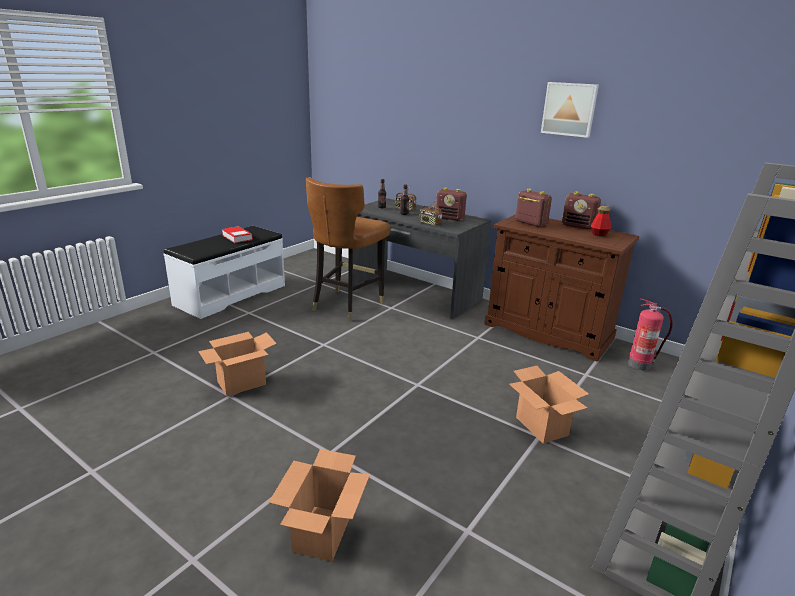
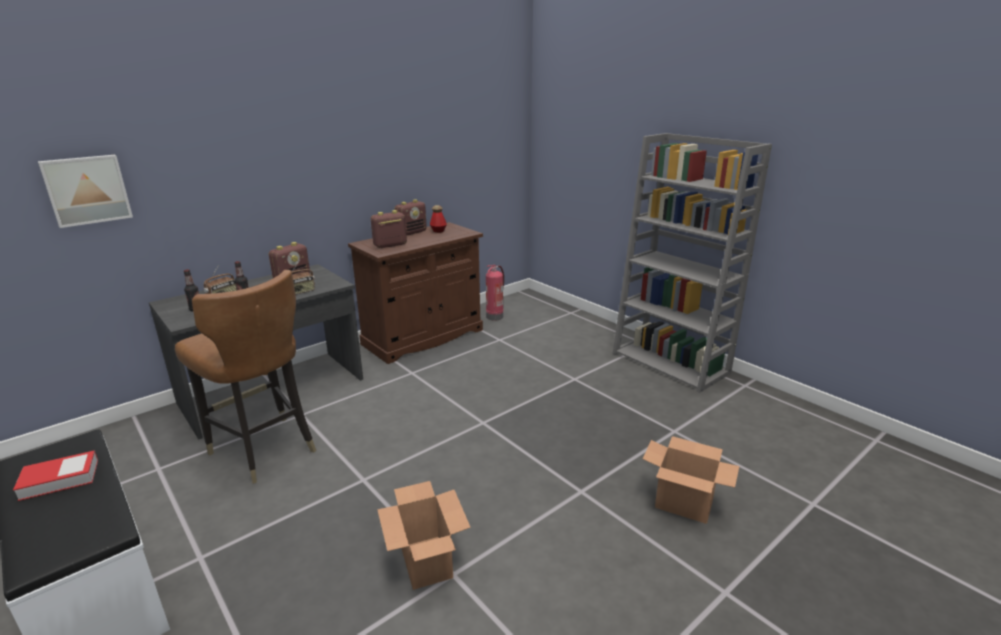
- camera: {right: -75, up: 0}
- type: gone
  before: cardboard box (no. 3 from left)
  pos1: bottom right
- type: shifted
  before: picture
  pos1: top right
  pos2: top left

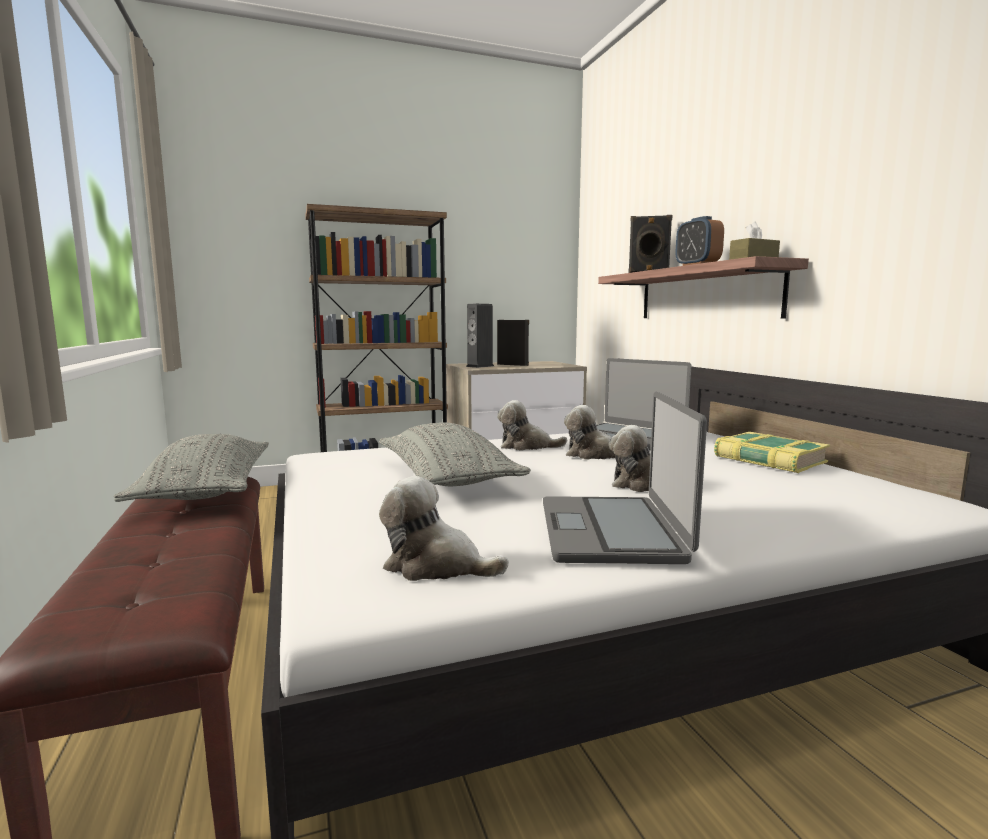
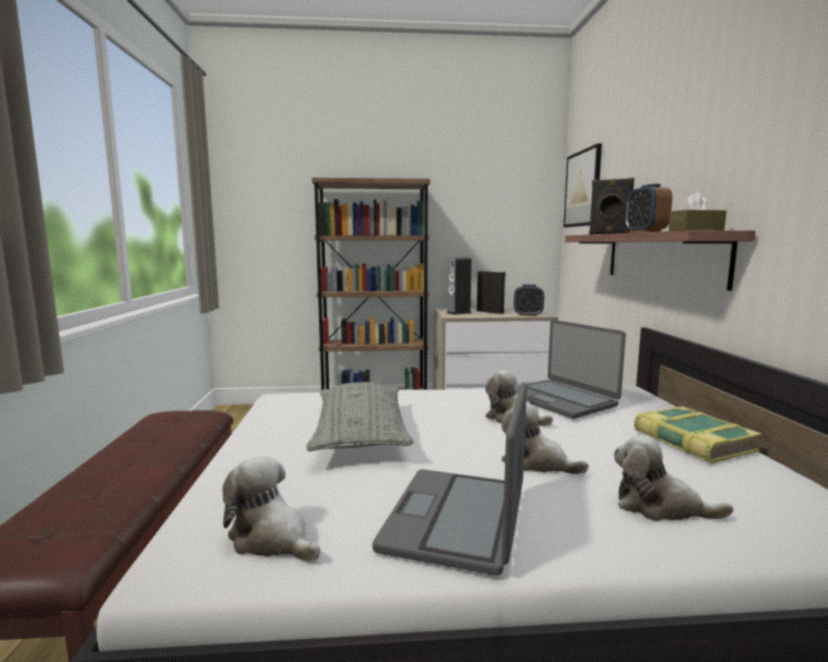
- camera: {right: 15, up: 0}
- type: gone
  before: grey pillow (no. 1 from left)
  pos1: middle left
- type: shifted
  before: plush toy (no. 2 from left in the first image)
  after: plush toy (no. 4 from left)
  pos1: centre
  pos2: bottom right
- type: new
  after: alarm clock (no. 1 from left)
  pos2: centre
- type: new
  after: picture
  pos2: top right

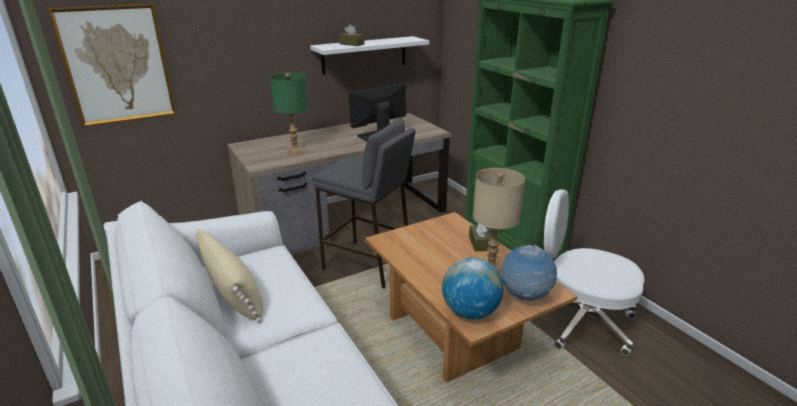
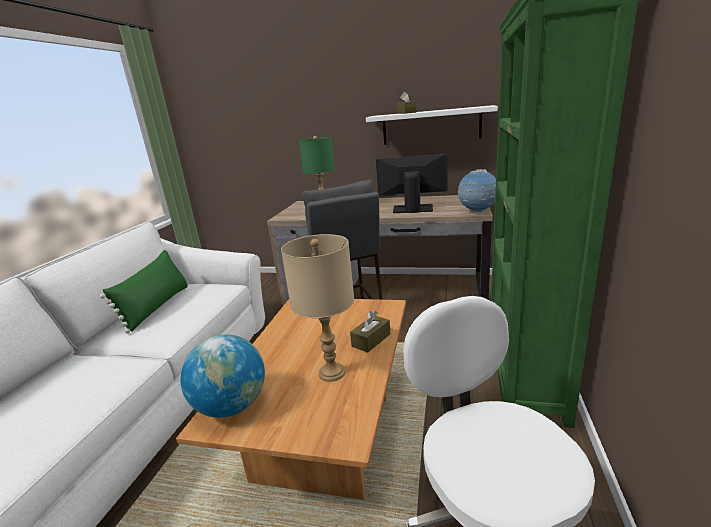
- camera: {right: 45, up: -5}
- type: gone
  before: picture
  pos1: top left
- type: repainted
  before: beige pillow
  after: green pillow
  pos1: bottom left
  pos2: middle left
- type: shifted
  before: globe (no. 2 from left)
  pos1: bottom centre
  pos2: middle right

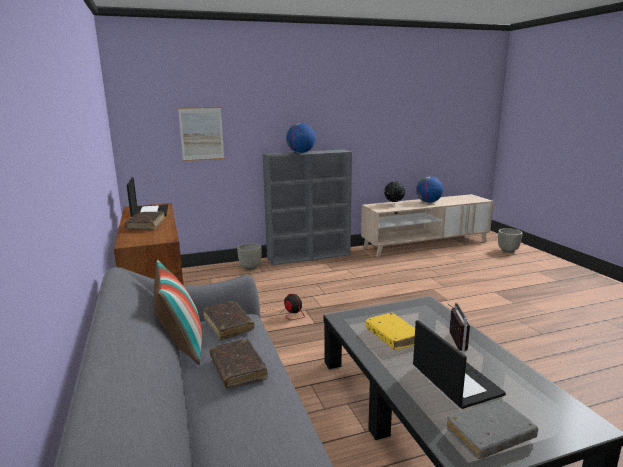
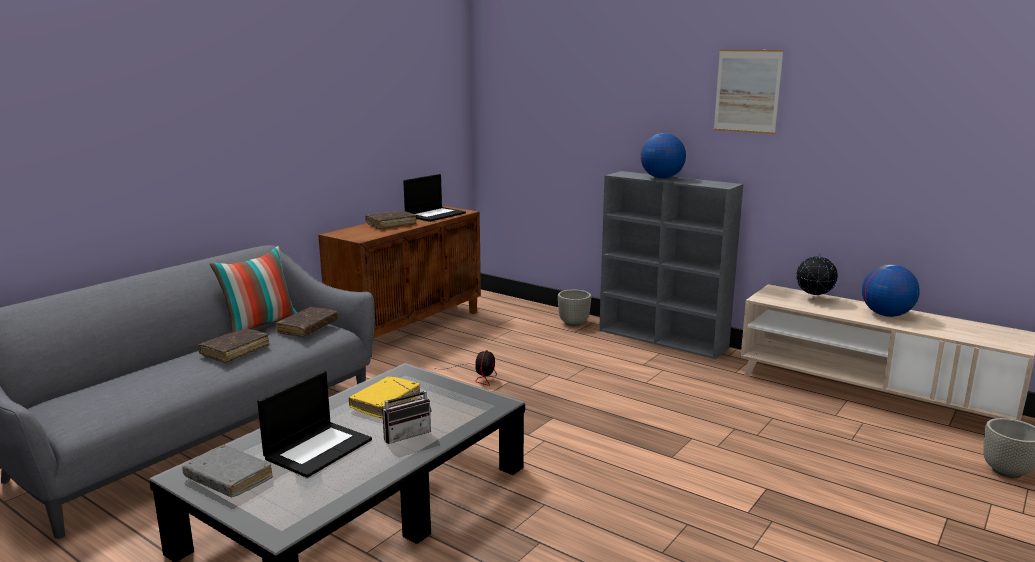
- camera: {right: 55, up: 0}
- type: shifted
  before: picture
  pos1: top left
  pos2: top right

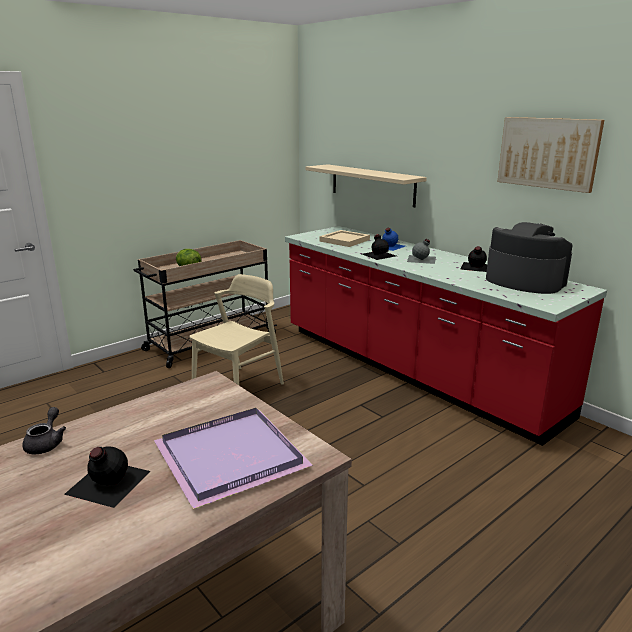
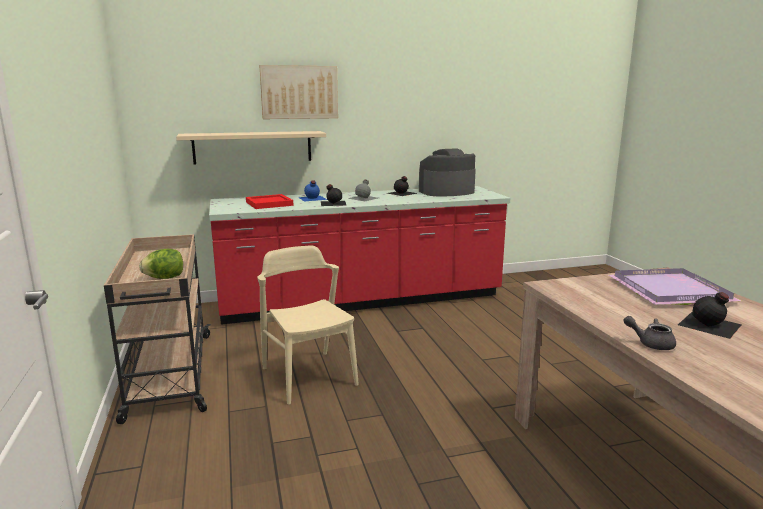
- camera: {right: -65, up: -5}
- type: repainted
  before: beige tray
  after: red tray
  pos1: centre
  pos2: centre
- type: shifted
  before: picture
  pos1: top right
  pos2: top centre

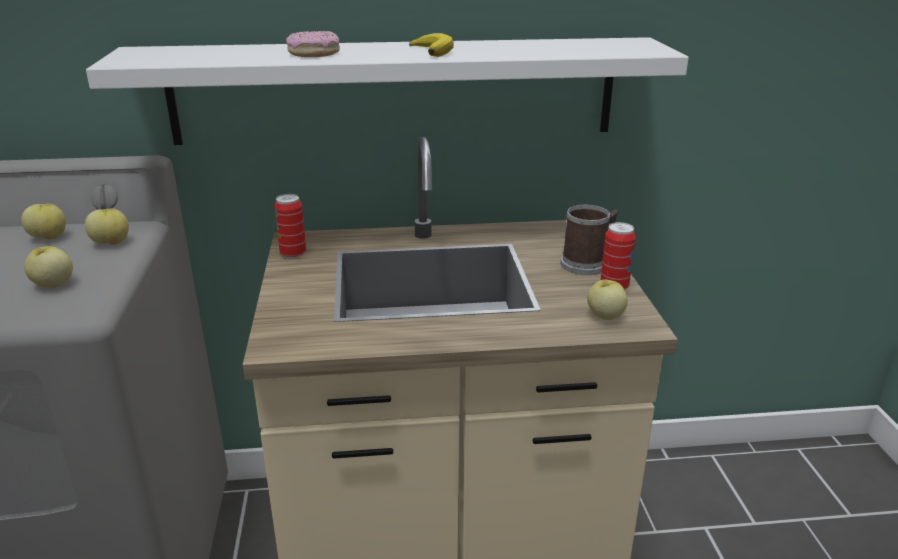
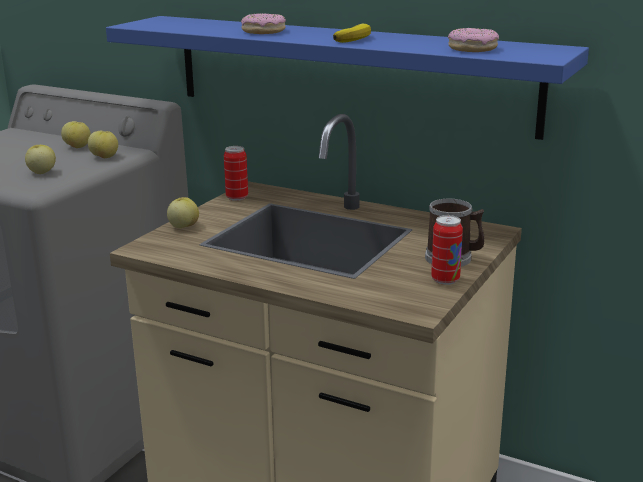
- camera: {right: 35, up: -5}
- type: repainted
  before: white shelf
  after: blue shelf
  pos1: top centre
  pos2: top centre
- type: shifted
  before: apple (no. 4 from left)
  pos1: middle right
  pos2: middle left
- type: new
  after: donut (no. 2 from left)
  pos2: top right

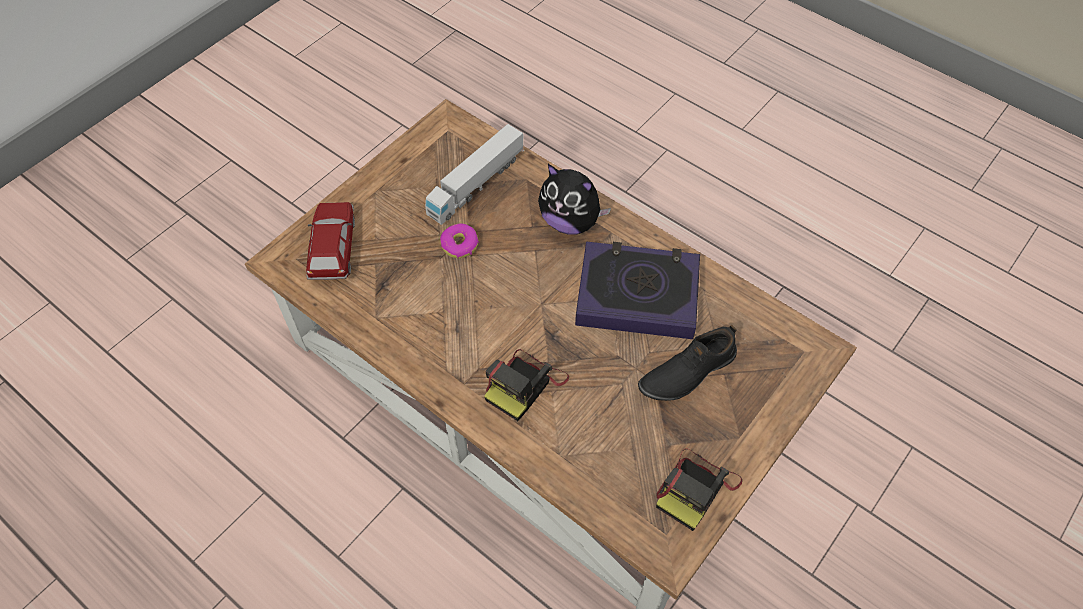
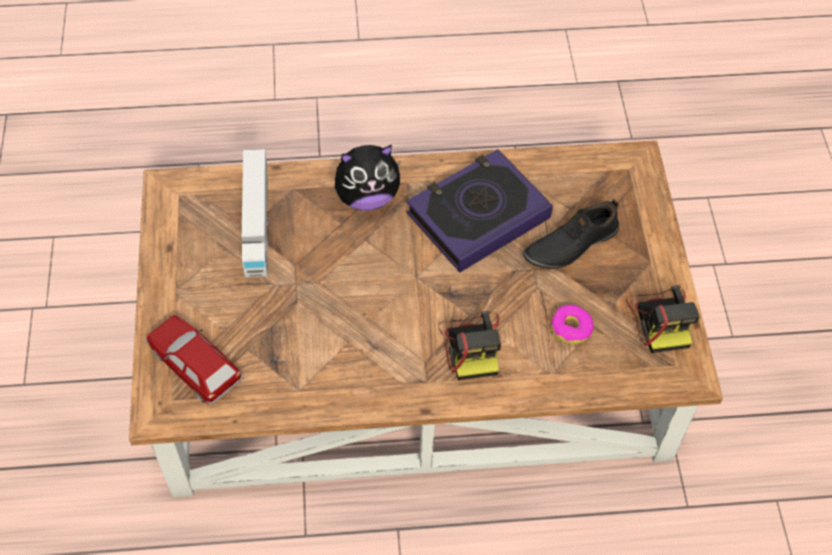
- camera: {right: -45, up: 0}
- type: shifted
  before: donut
  pos1: centre
  pos2: middle right
- type: rotated
  before: black shoe
  pos1: centre
  pos2: middle right
  turn: 45

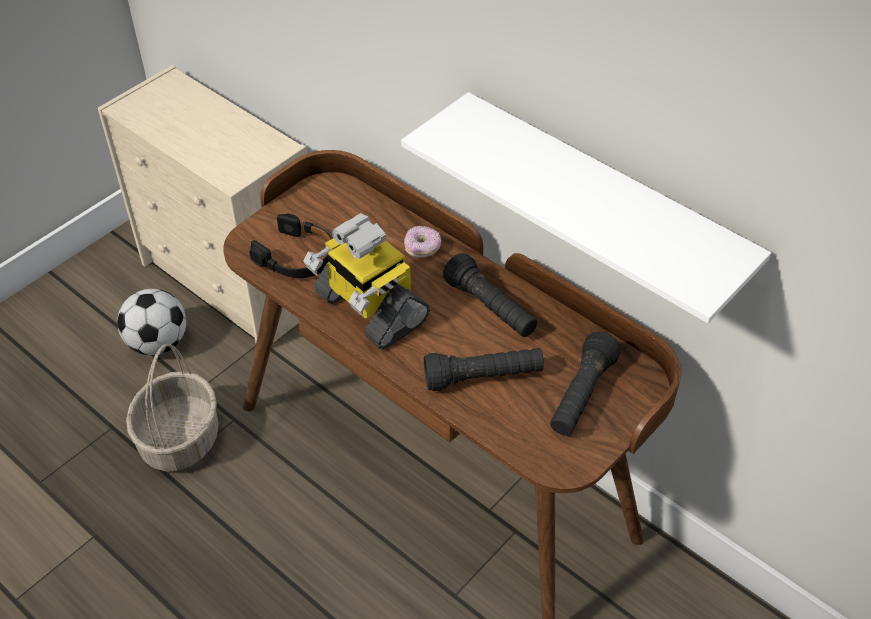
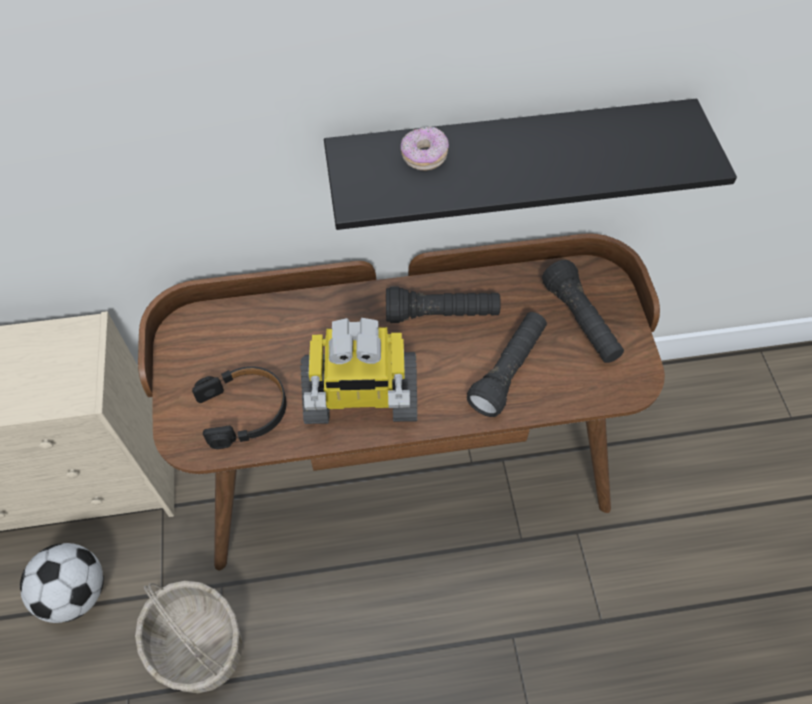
- camera: {right: -50, up: 10}
- type: repainted
  before: white shelf
  after: black shelf
  pos1: middle right
  pos2: top centre
- type: shifted
  before: donut
  pos1: centre
  pos2: top centre

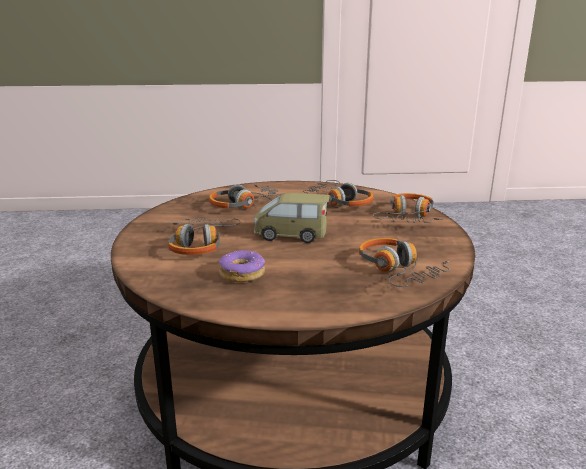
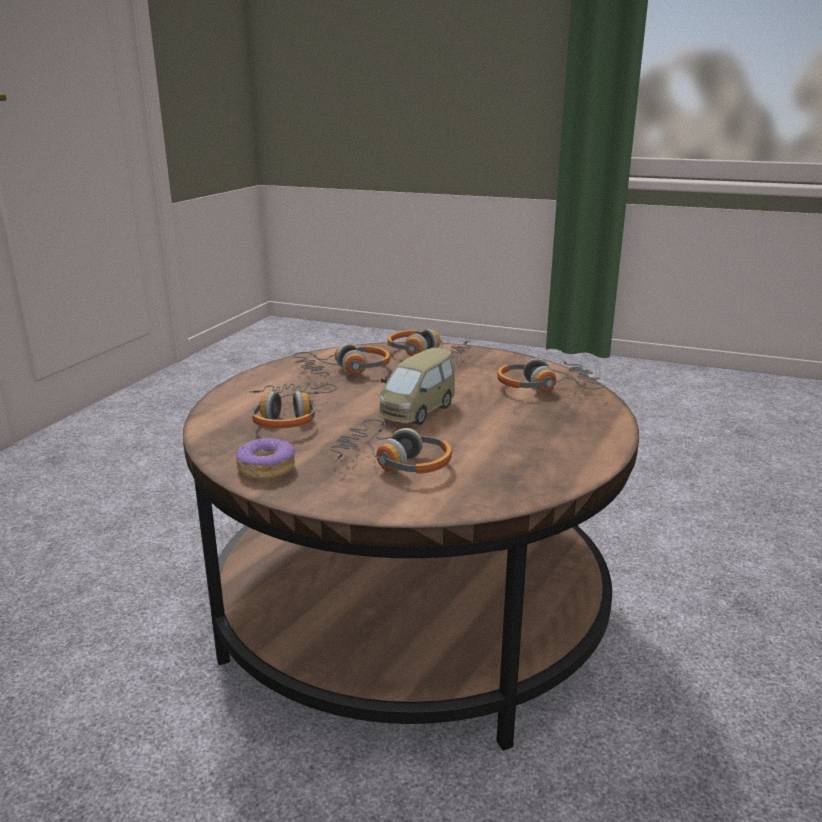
- camera: {right: -65, up: 0}
- type: shifted
  before: donut
  pos1: centre
  pos2: middle left

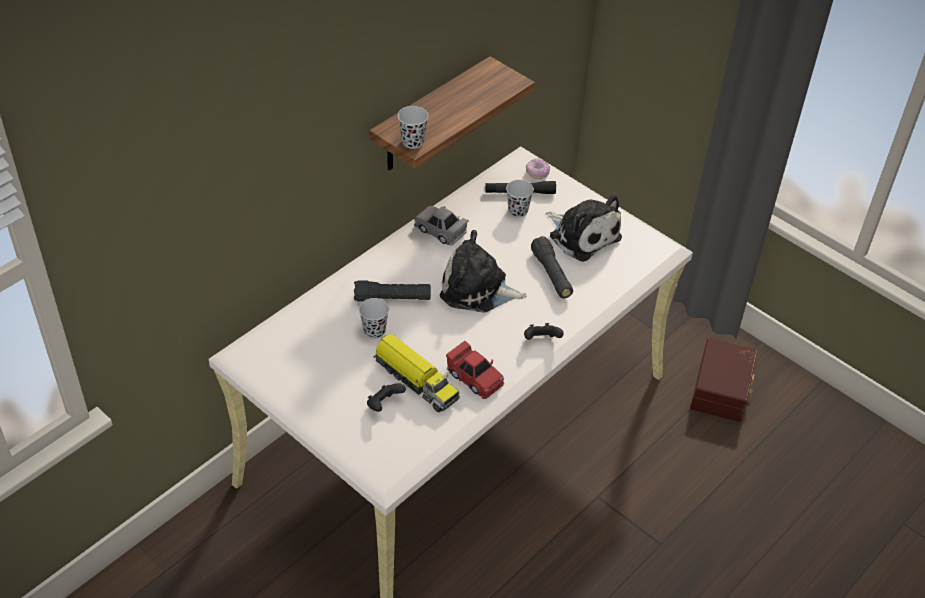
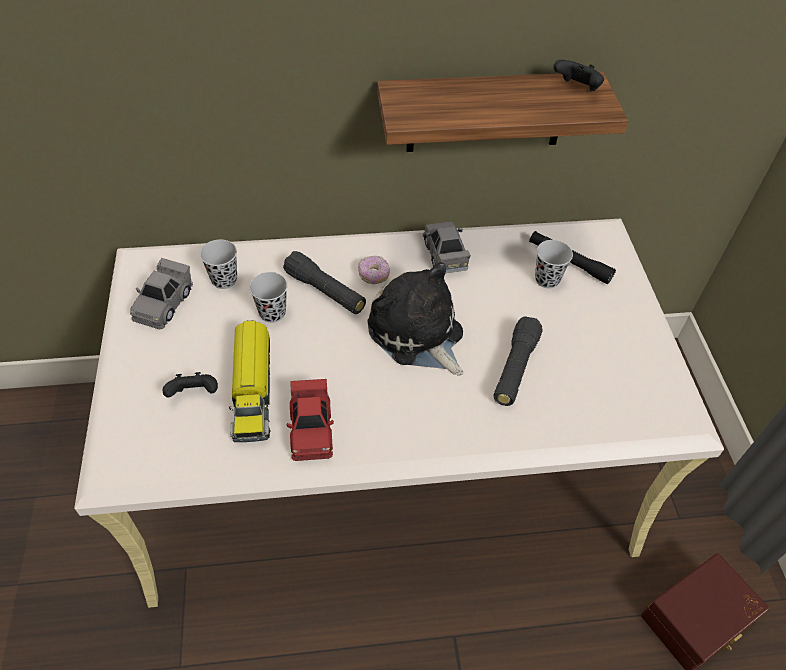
- camera: {right: 40, up: 5}
- type: shifted
  before: black cup (no. 2 from left in the first image)
  after: black cup (no. 1 from left)
  pos1: top centre
  pos2: middle left
- type: shifted
  before: black game controller (no. 2 from left)
  pos1: centre
  pos2: top right
- type: shifted
  before: donut
  pos1: top centre
  pos2: centre
- type: gone
  before: plush toy (no. 2 from left)
  pos1: centre
- type: new
  after: grey toy car (no. 1 from left)
  pos2: middle left

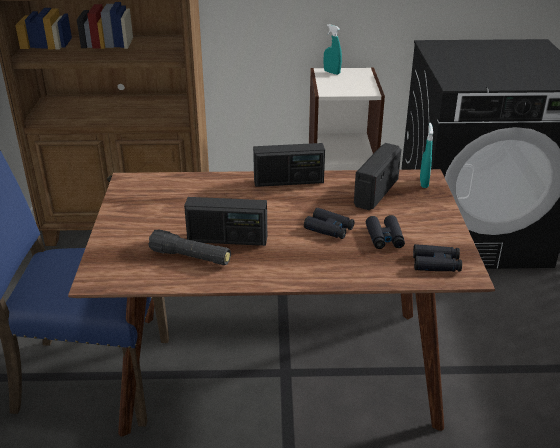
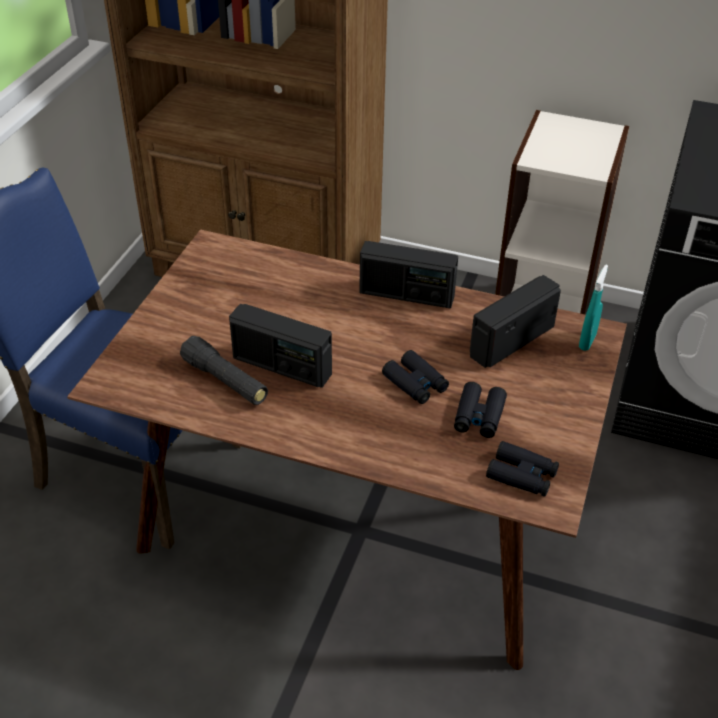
- camera: {right: 20, up: 10}
- type: gone
  before: turquoise spray bottle (no. 1 from left)
  pos1: top centre

